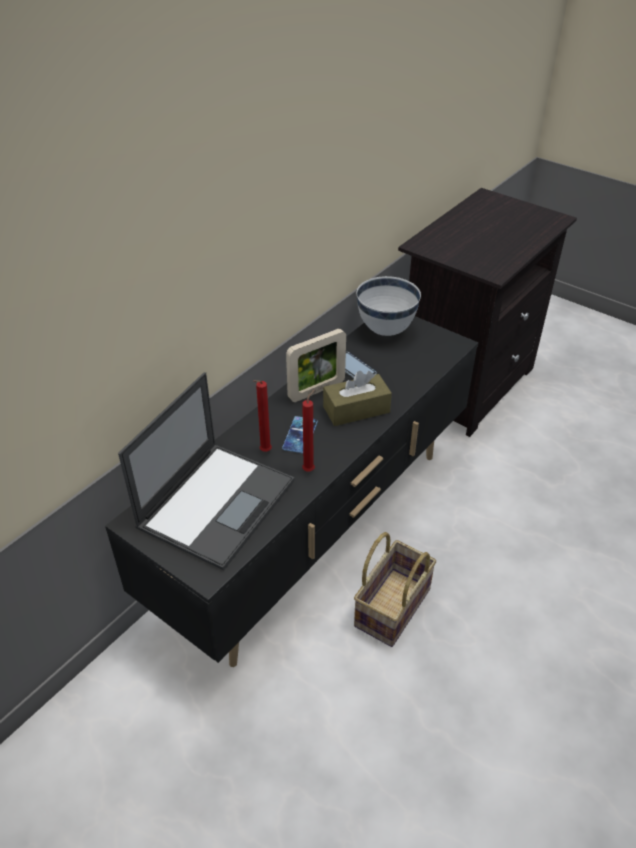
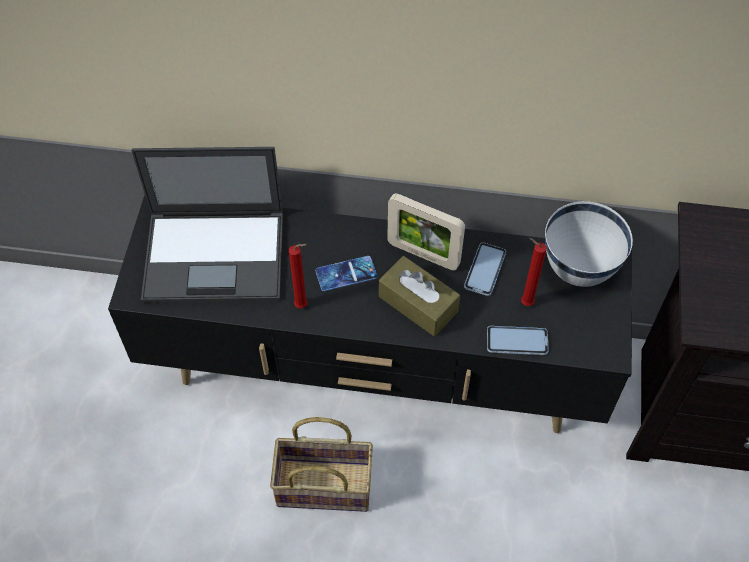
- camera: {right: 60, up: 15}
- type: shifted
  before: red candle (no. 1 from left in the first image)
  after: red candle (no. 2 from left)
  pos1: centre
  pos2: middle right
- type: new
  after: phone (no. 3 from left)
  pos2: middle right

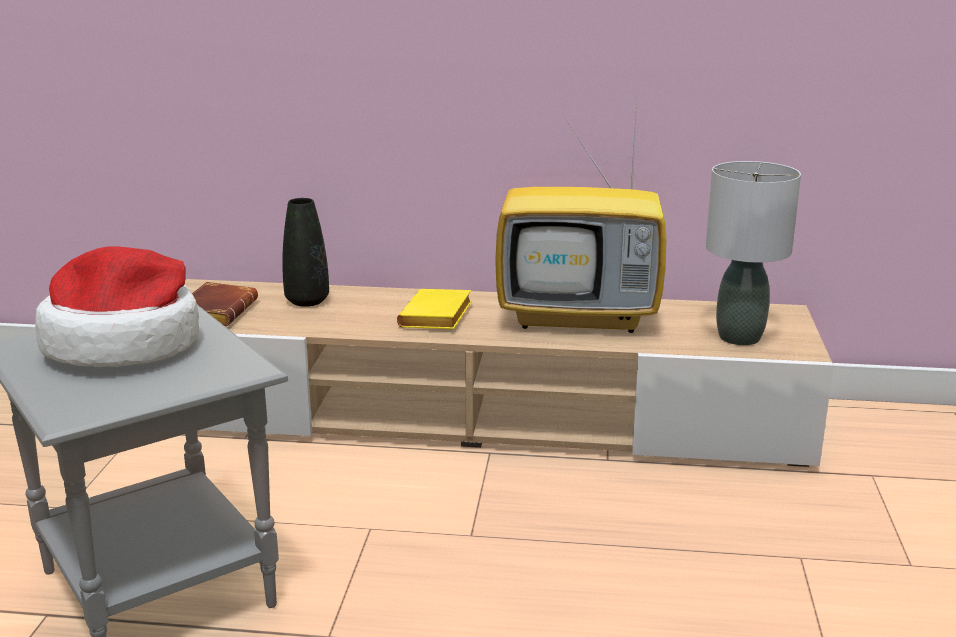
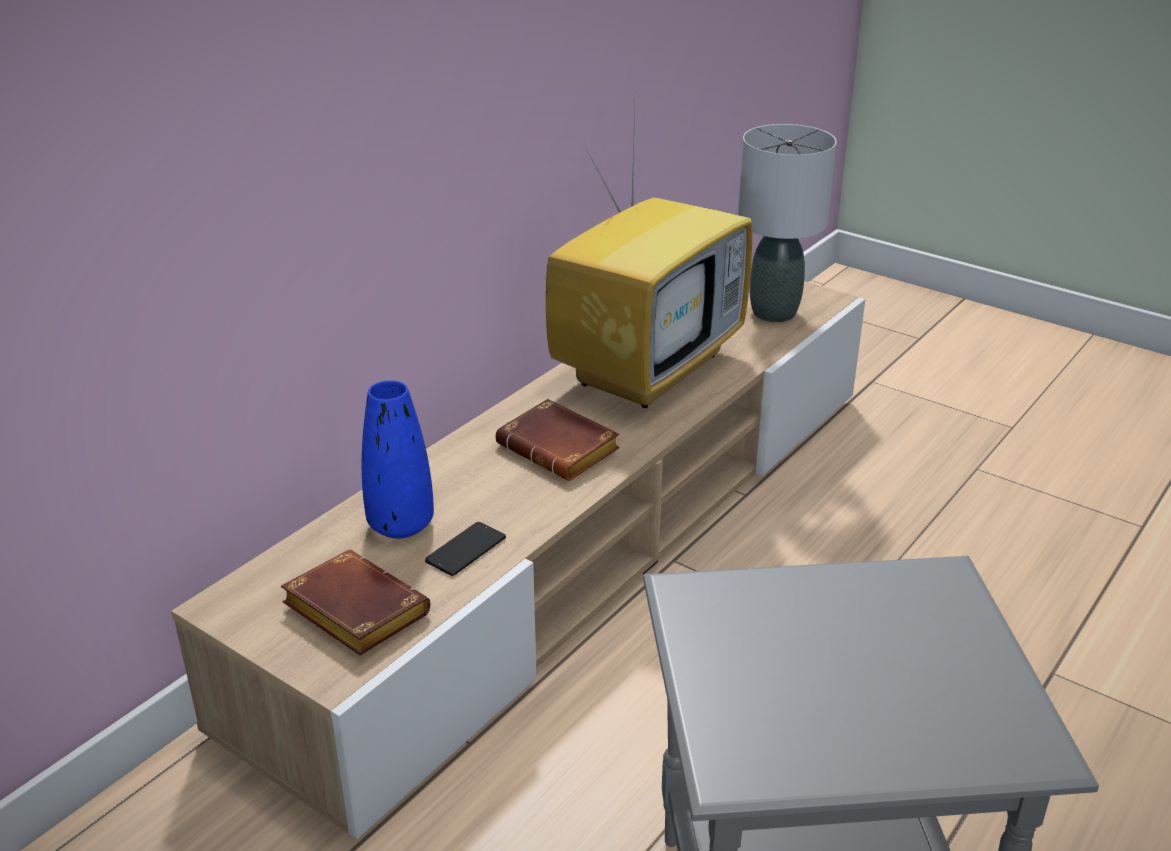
- camera: {right: -60, up: 10}
- type: gone
  before: hat
  pos1: middle left
- type: repainted
  before: black vase
  after: blue vase
  pos1: middle left
  pos2: centre
- type: repainted
  before: yellow book
  after: brown book (no. 2 from left)
  pos1: centre
  pos2: centre
- type: new
  after: phone
  pos2: centre

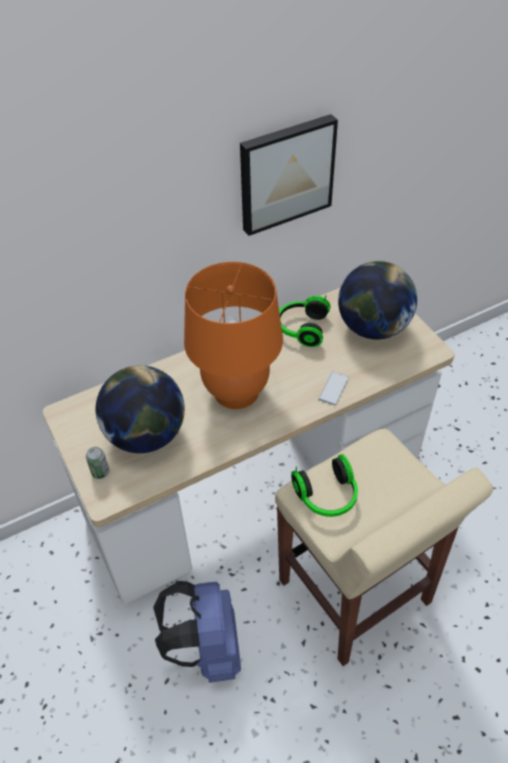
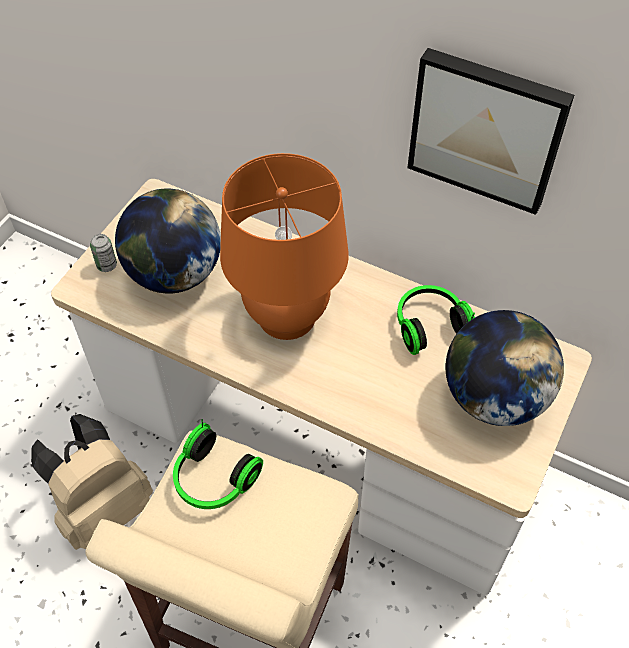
- camera: {right: 55, up: 5}
- type: repainted
  before: blue backpack
  after: beige backpack
  pos1: bottom centre
  pos2: bottom left
- type: gone
  before: phone
  pos1: centre

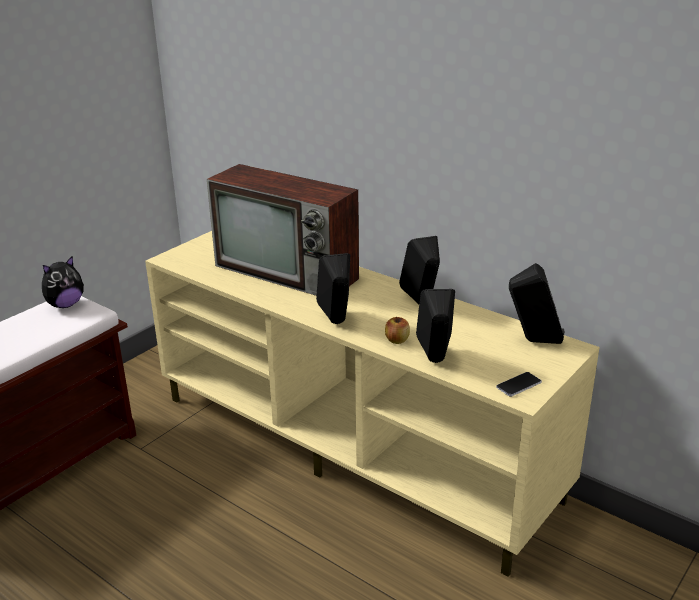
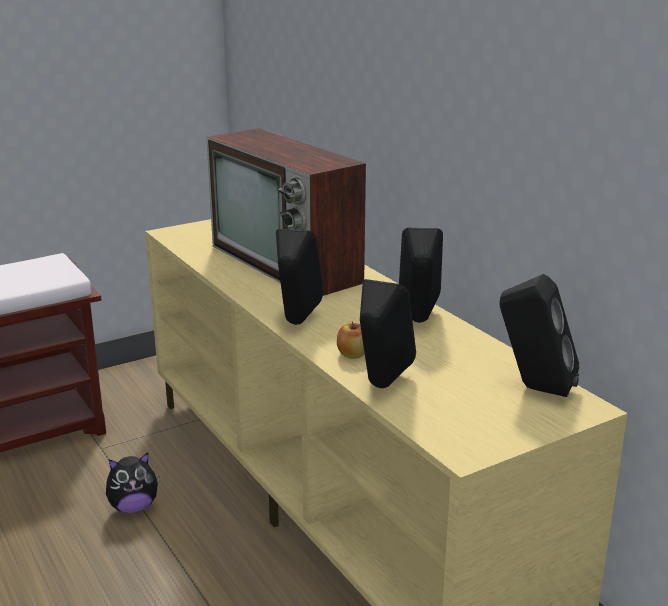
- camera: {right: 20, up: -5}
- type: shifted
  before: plush toy
  pos1: middle left
  pos2: bottom left
- type: gone
  before: phone
  pos1: middle right

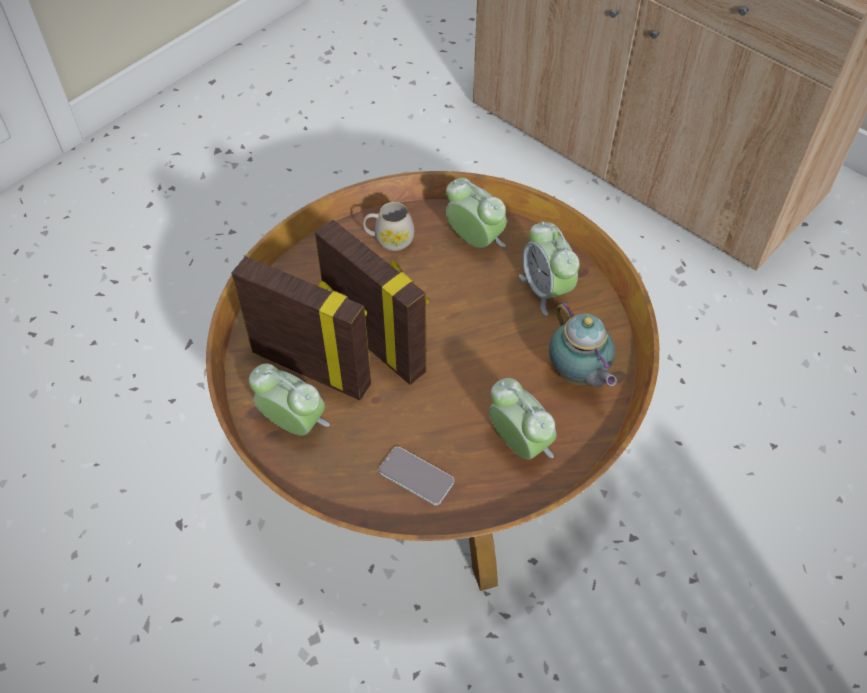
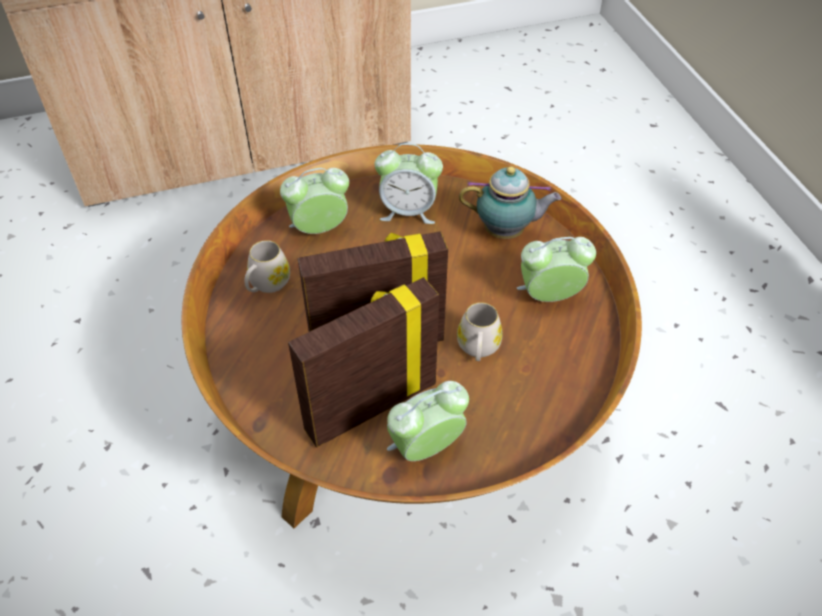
- camera: {right: -60, up: -5}
- type: gone
  before: phone
  pos1: bottom centre
- type: new
  after: white mug (no. 2 from left)
  pos2: centre

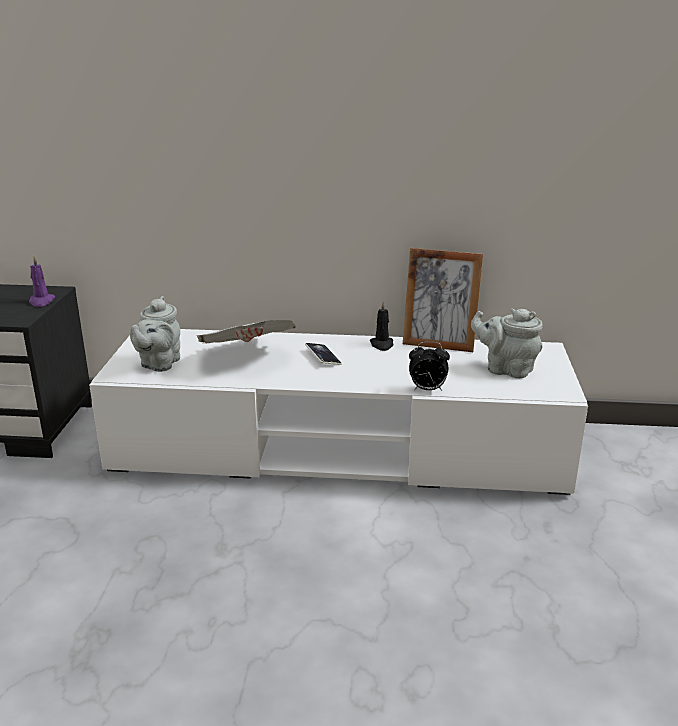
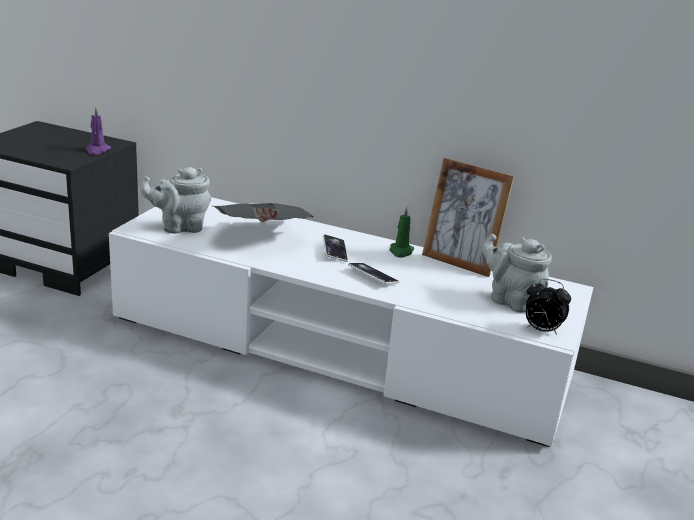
- camera: {right: 15, up: 0}
- type: rotated
  before: grey teapot (no. 1 from left)
  pos1: middle left
  pos2: middle left
  turn: 45
- type: repainted
  before: black candle
  after: green candle
  pos1: centre
  pos2: centre
- type: shifted
  before: alarm clock
  pos1: centre
  pos2: middle right
- type: new
  after: phone (no. 2 from left)
  pos2: centre

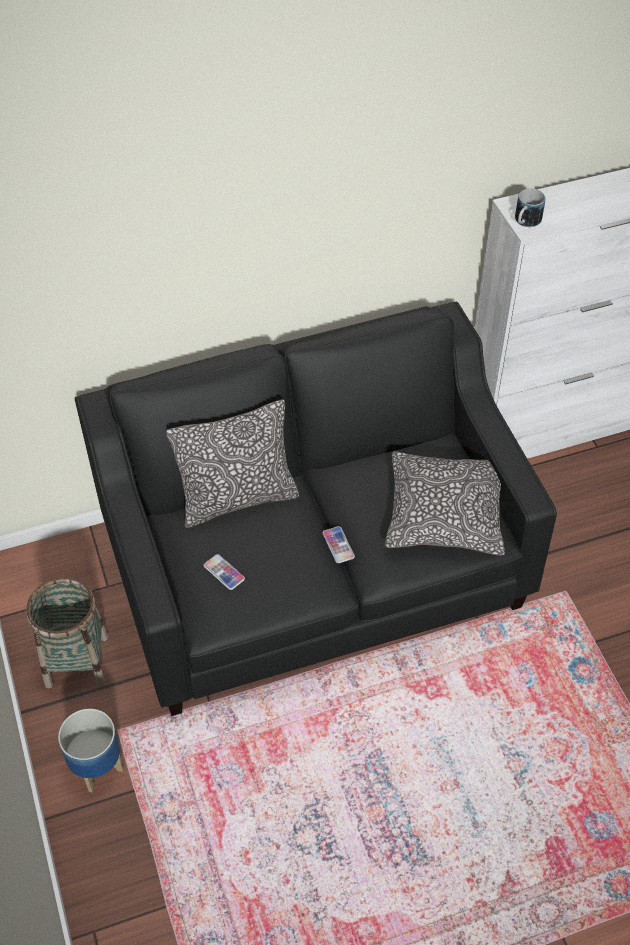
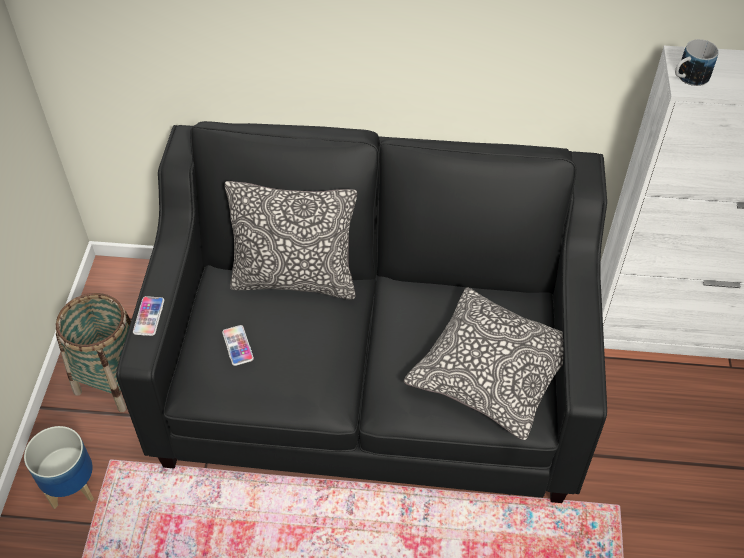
- camera: {right: 25, up: 0}
- type: shifted
  before: phone (no. 2 from left in the first image)
  after: phone (no. 1 from left)
  pos1: centre
  pos2: middle left

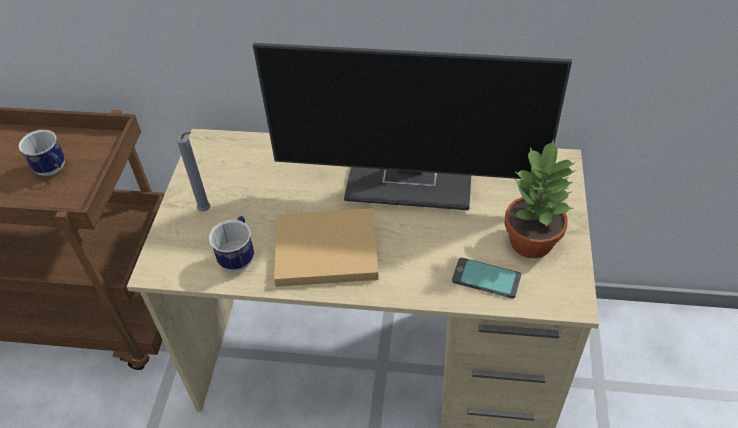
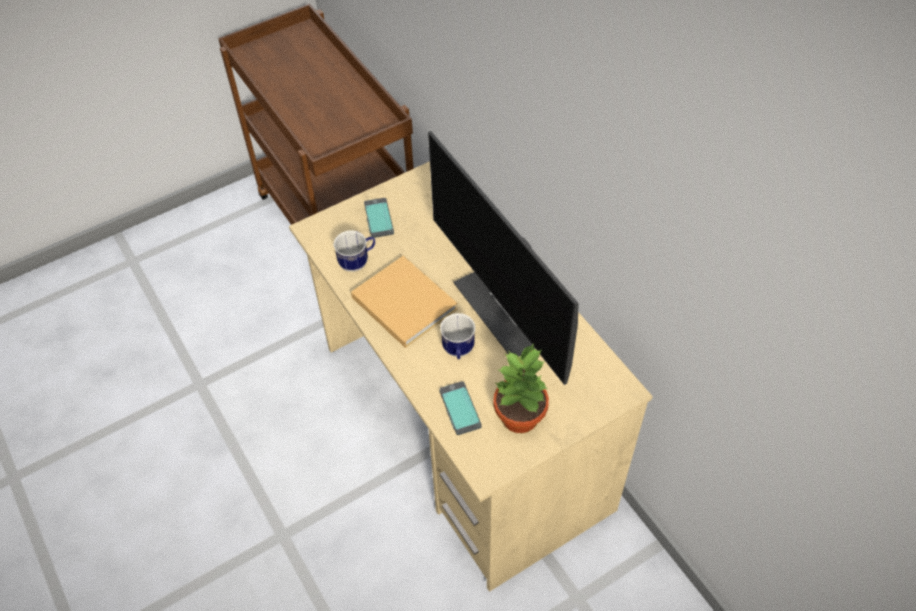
- camera: {right: 50, up: 5}
- type: shifted
  before: mug (no. 1 from left in the first image)
  after: mug (no. 2 from left)
  pos1: middle left
  pos2: centre
- type: swapped
  before: grey candle
  after: phone (no. 1 from left)
  pos1: middle left
  pos2: centre

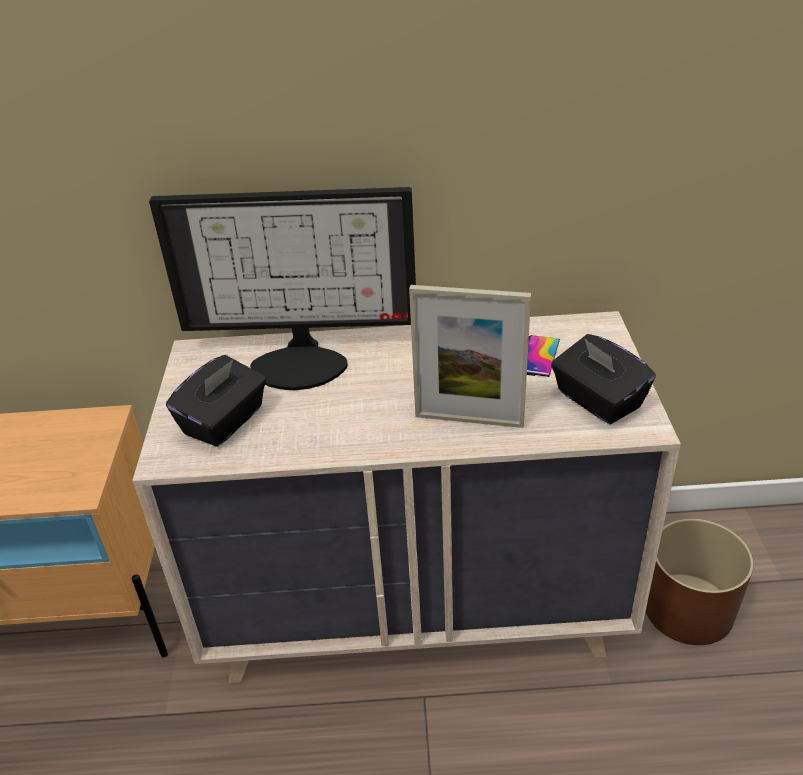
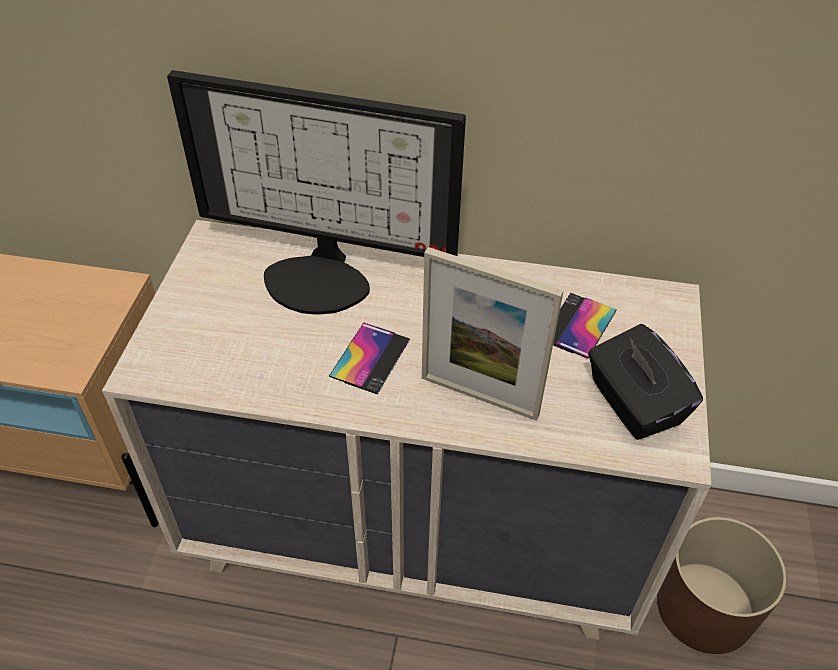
- camera: {right: 10, up: 10}
- type: gone
  before: black tissue box (no. 1 from left)
  pos1: middle left
- type: new
  after: phone (no. 1 from left)
  pos2: centre

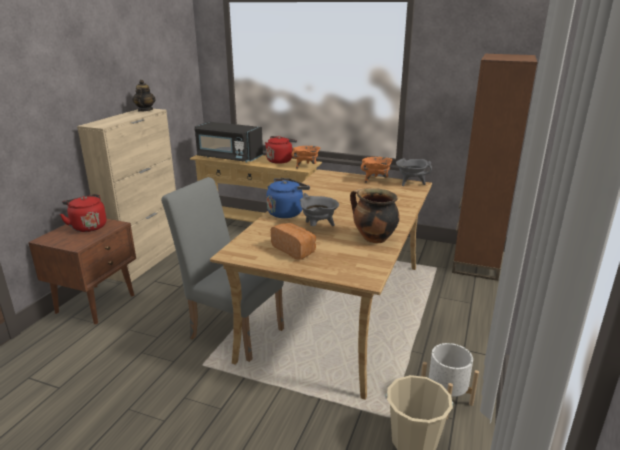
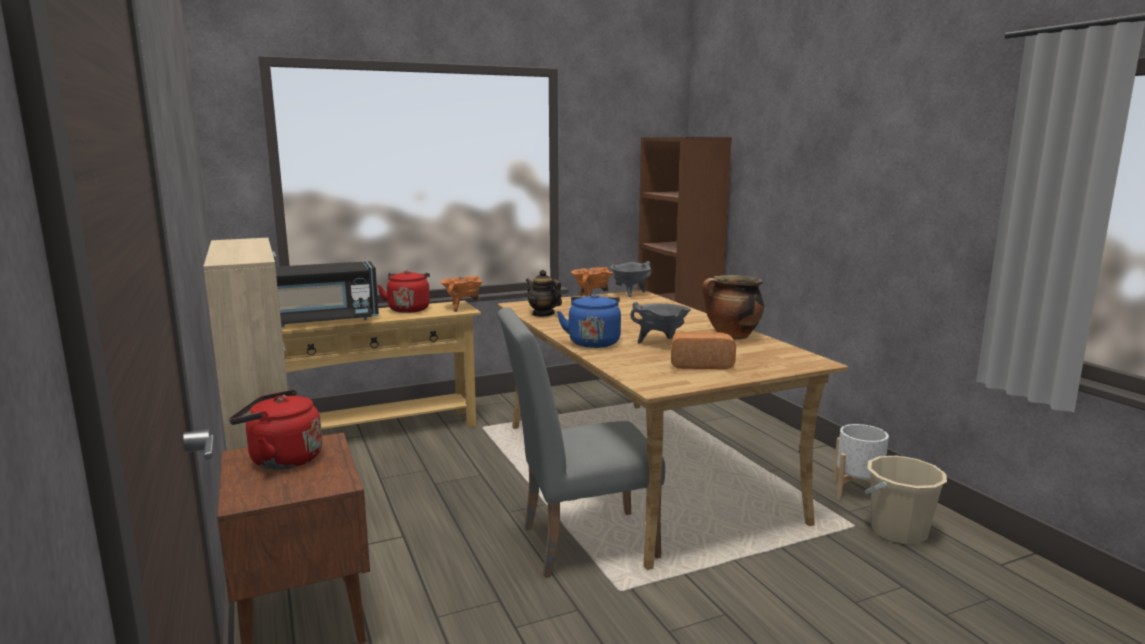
- camera: {right: -45, up: -10}
- type: shifted
  before: teapot
  pos1: top left
  pos2: centre

